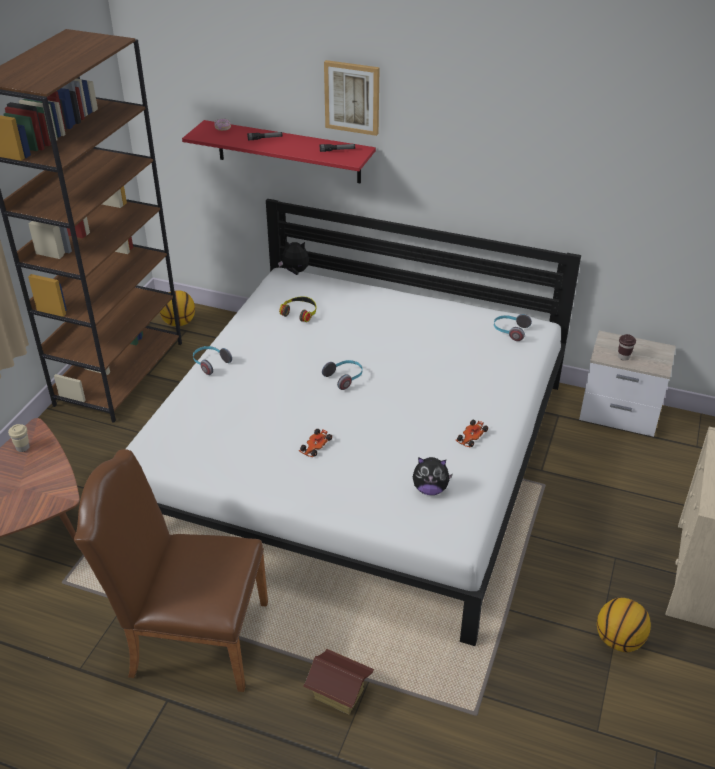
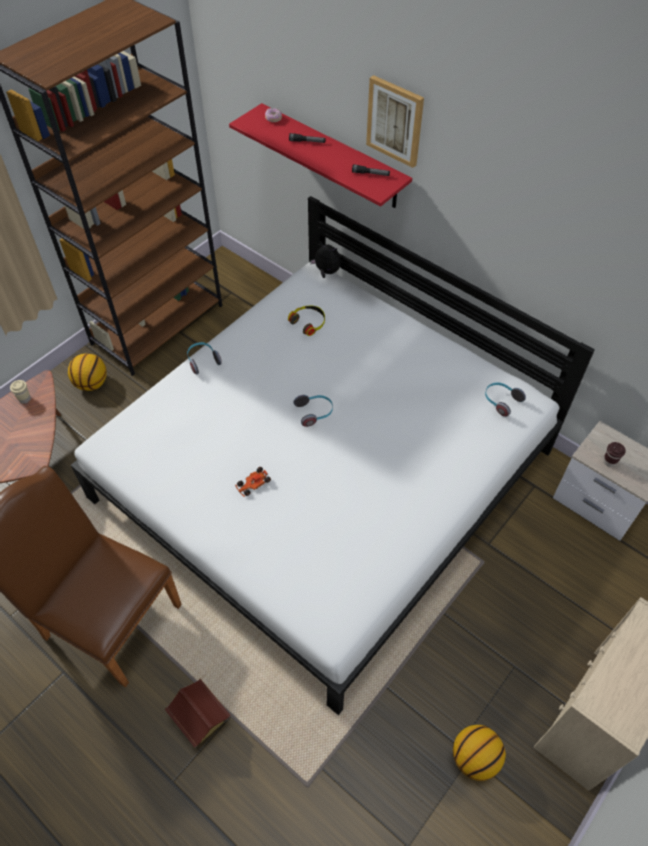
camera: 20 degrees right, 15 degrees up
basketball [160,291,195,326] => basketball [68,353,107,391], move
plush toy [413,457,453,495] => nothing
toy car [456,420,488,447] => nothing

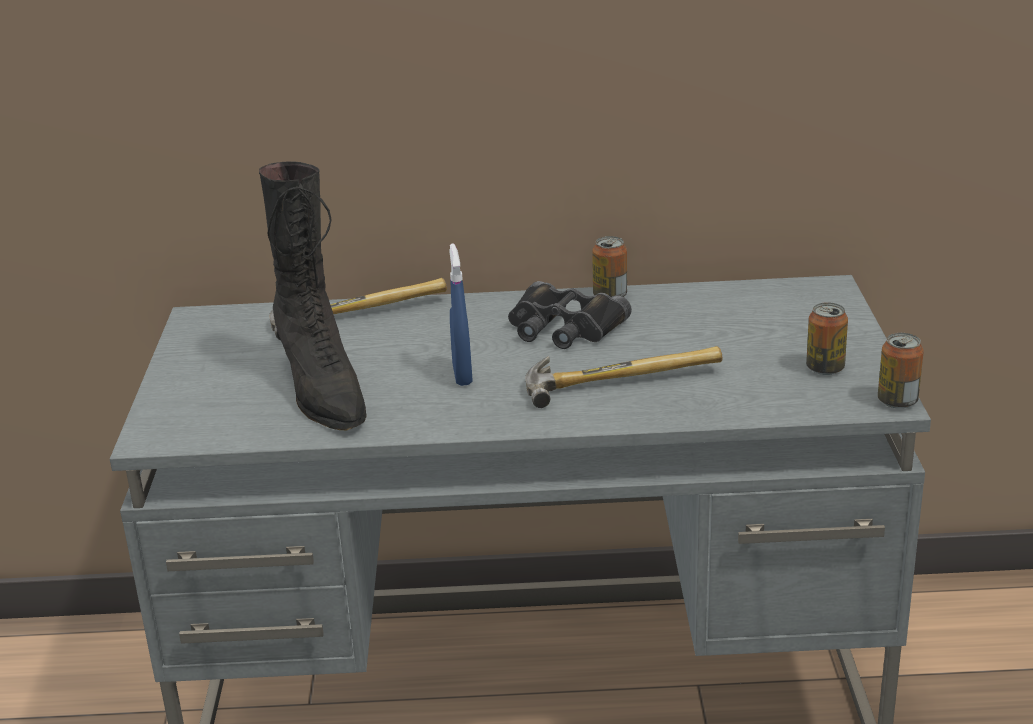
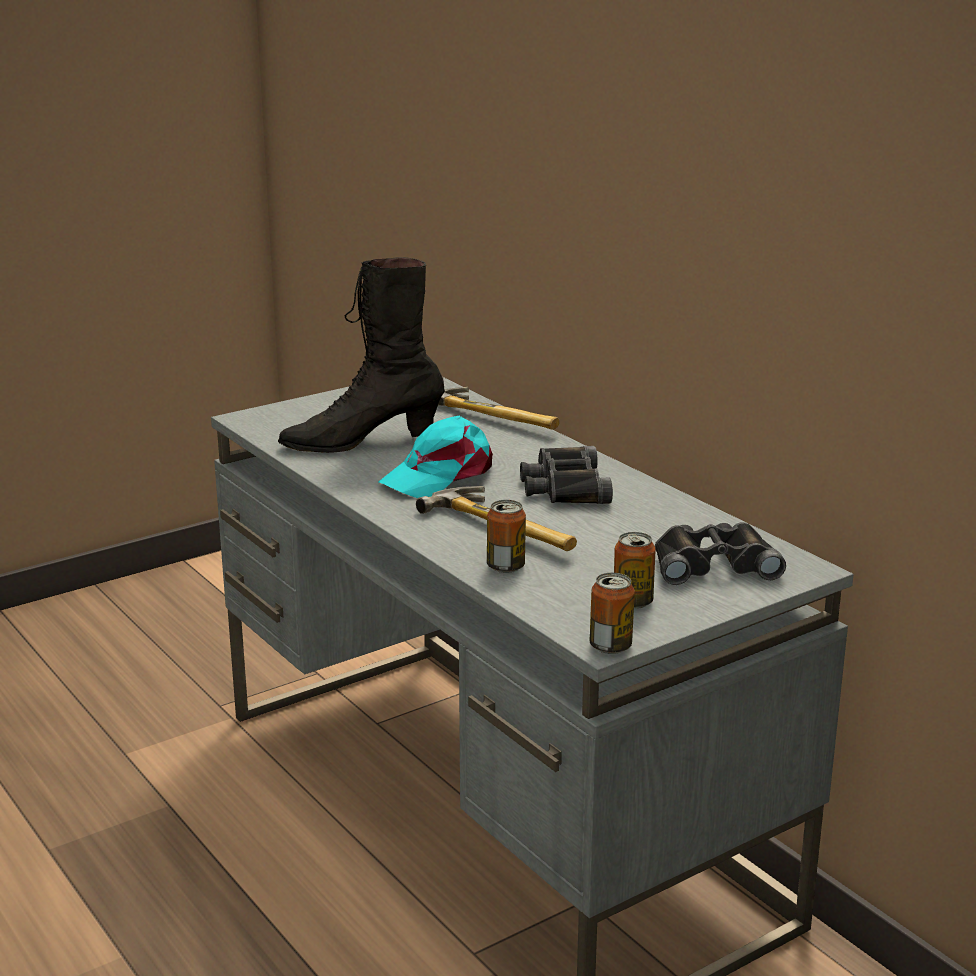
camera: 55 degrees right, 5 degrees down
black boot [259,161,366,430] => black boot [278,257,445,453], 45 degrees clockwise
blue spray bottle [449,243,473,386] => turquoise cap [378,416,493,498]
can [592,236,627,297] => can [487,500,526,573], move
nothing => black binoculars [655,522,786,585]

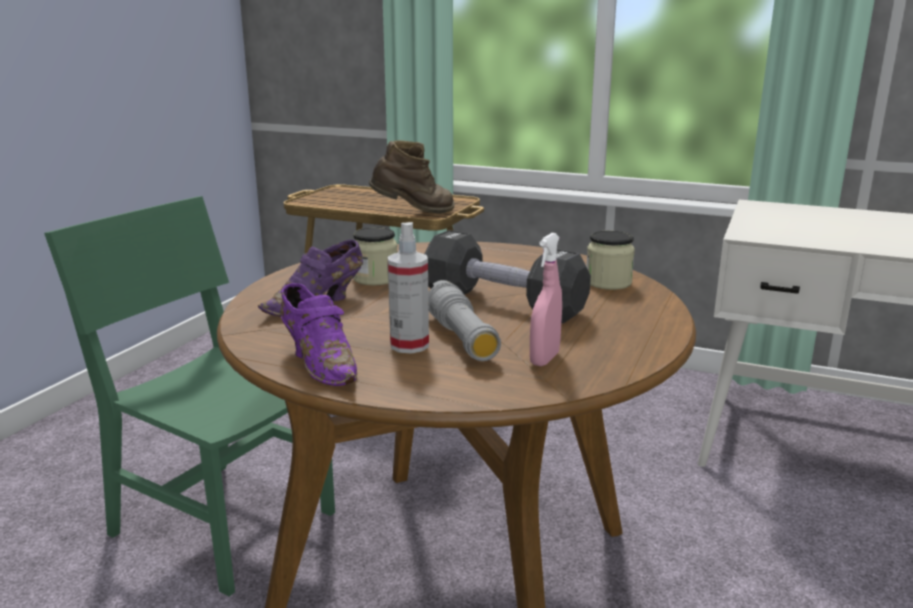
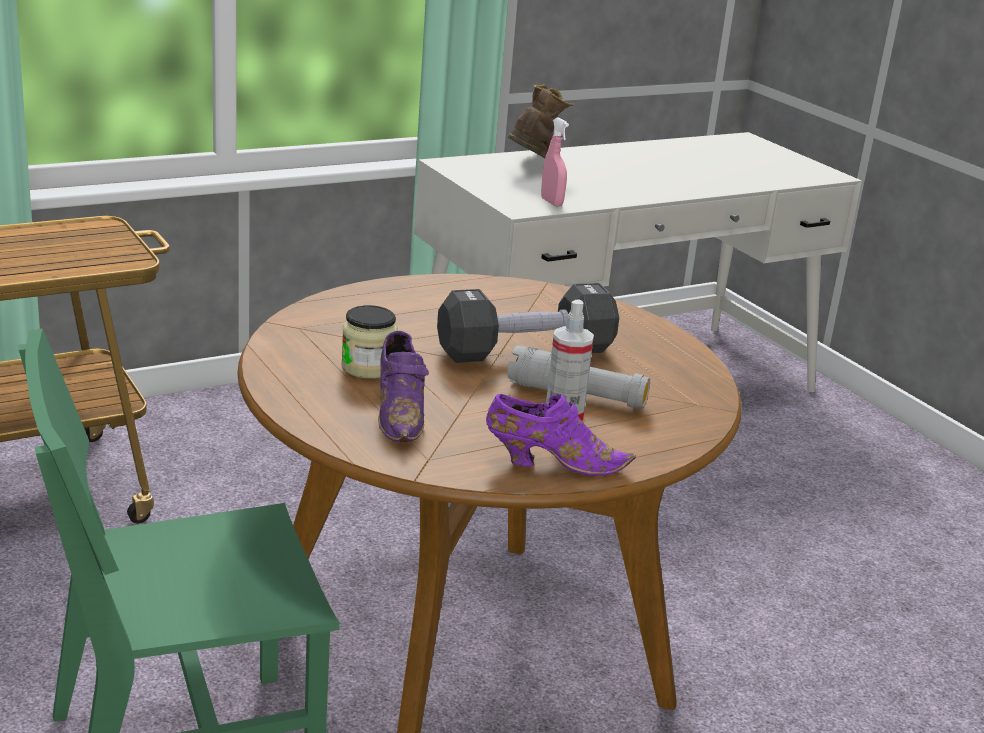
camera: 55 degrees left, 5 degrees up
brown boot [369,140,455,213] => brown boot [507,84,574,158], move
pink spray bottle [530,233,562,366] => pink spray bottle [541,118,569,206], move
jar [587,231,635,290] => nothing

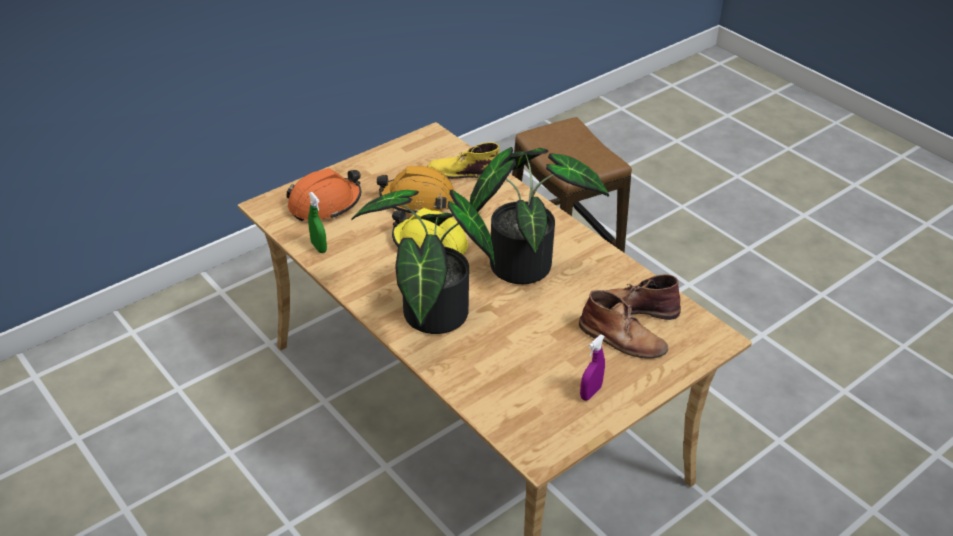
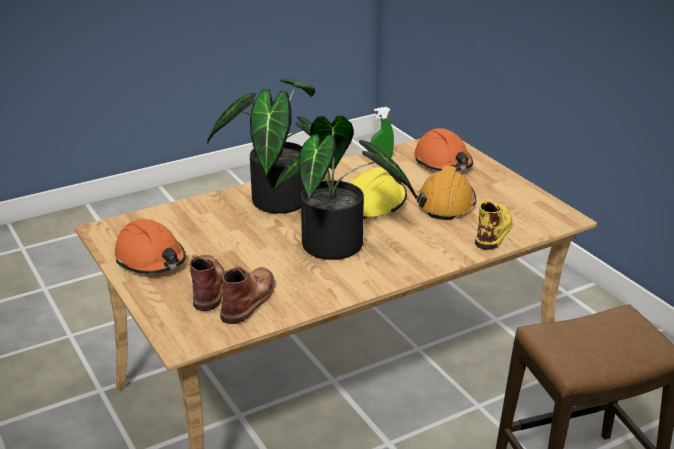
camera: 100 degrees right, 10 degrees down
brown boot [579,290,668,358] => brown boot [189,255,225,311], 135 degrees clockwise
purple spray bottle [580,334,605,401] => orange hard hat [114,219,186,274]

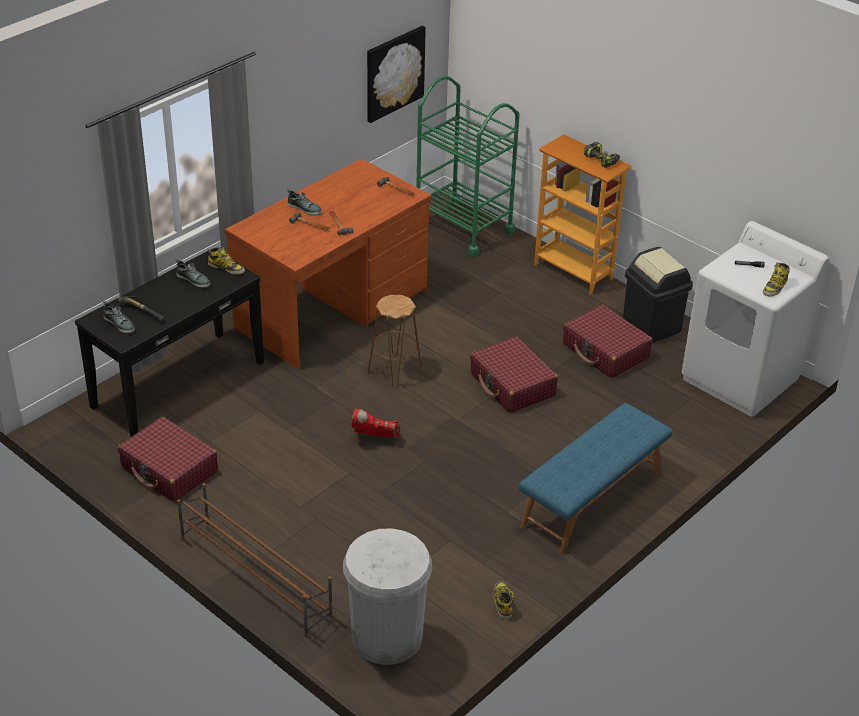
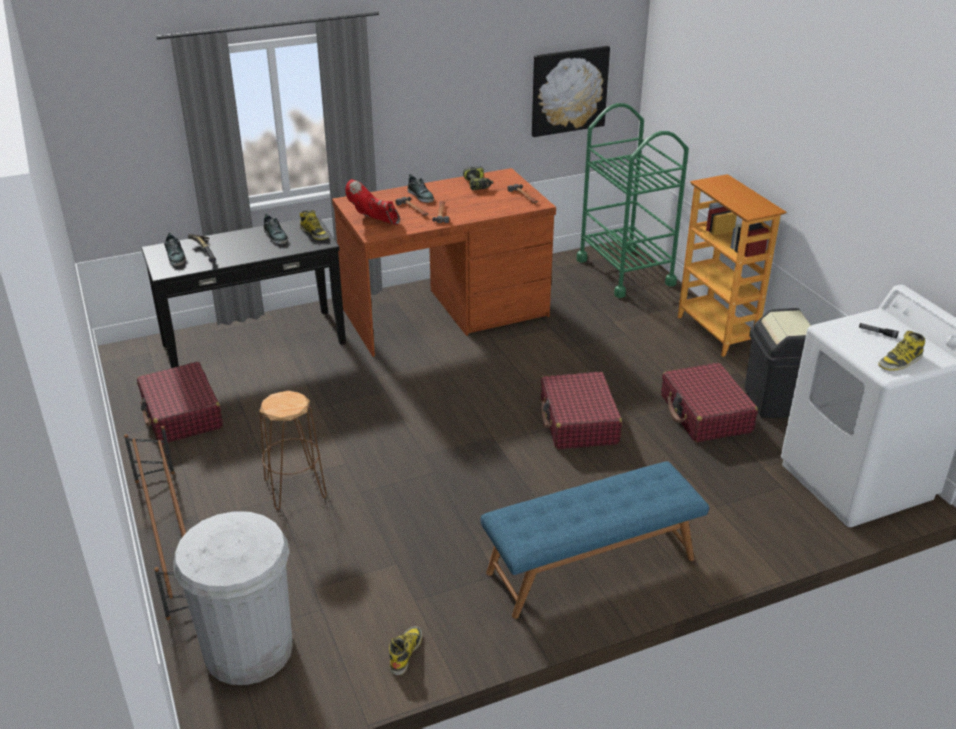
camera: 25 degrees right, 5 degrees down
red boot [351,408,400,438] => red boot [345,179,400,225], move
brown stool [368,295,422,389] => brown stool [259,391,327,510], move
power drill [584,142,620,168] => power drill [463,166,493,190], move

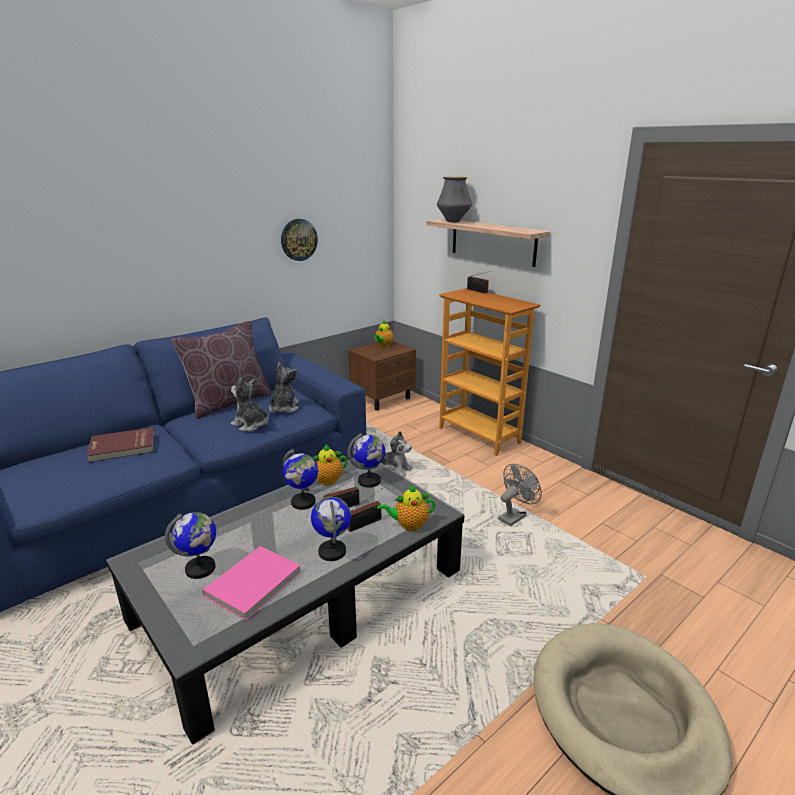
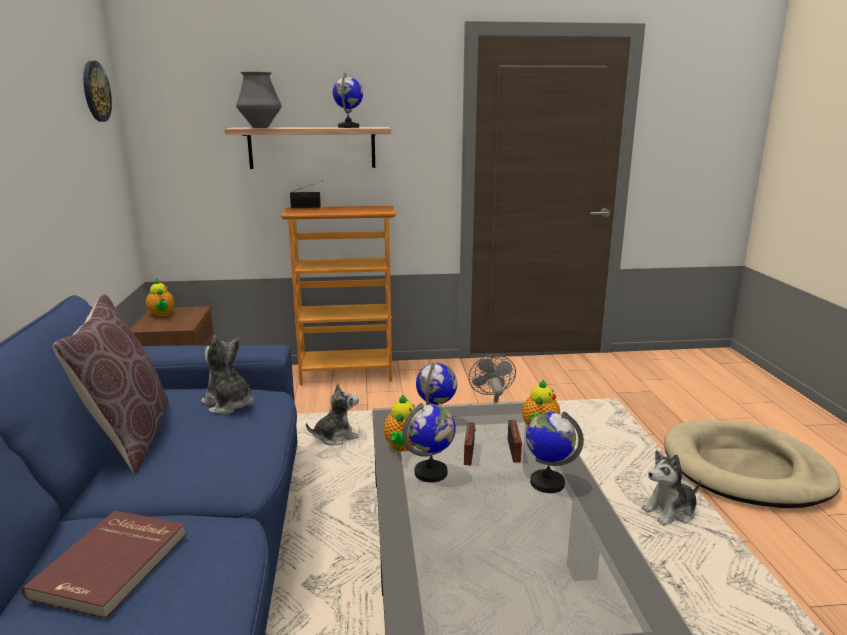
camera: 55 degrees left, 5 degrees down
globe [165,512,216,579] => globe [333,72,363,128], move
pink book [202,546,301,621] => nothing
plush toy [231,378,269,431] => plush toy [641,450,701,526], move
wall clock [281,219,318,261] => wall clock [83,61,112,122], move

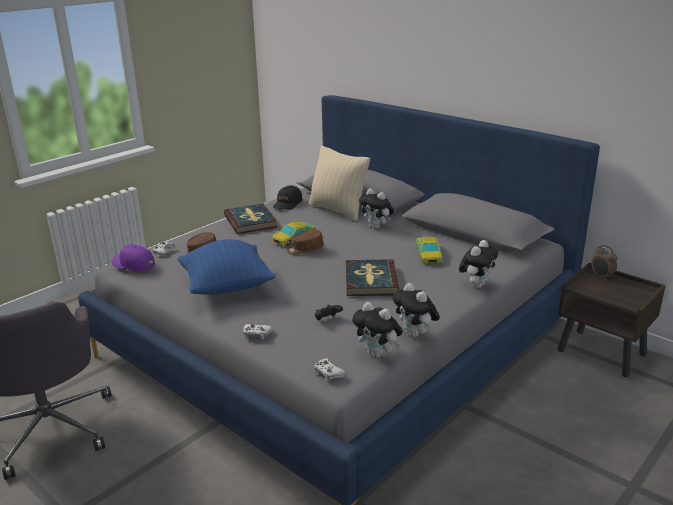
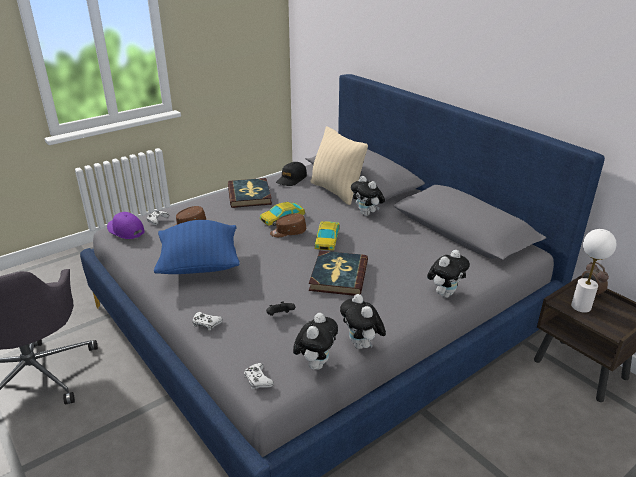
camera: 10 degrees right, 5 degrees up
plush toy [352,302,403,358] => plush toy [293,313,338,370], 120 degrees counterclockwise
toy car [416,237,443,263] => toy car [315,221,339,250], move
nothing => white table lamp [571,229,617,313]

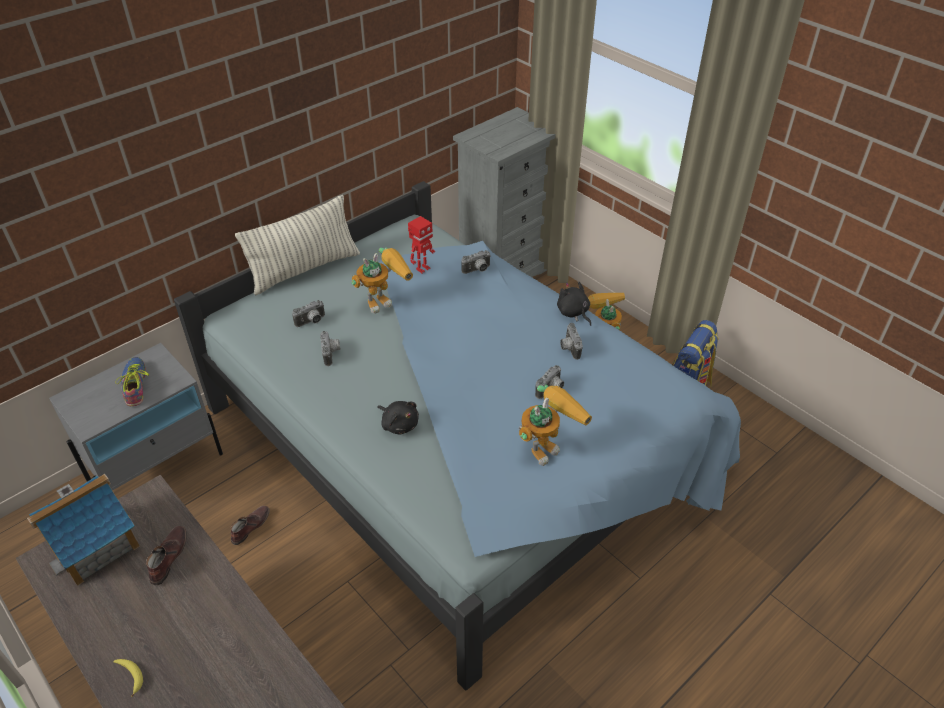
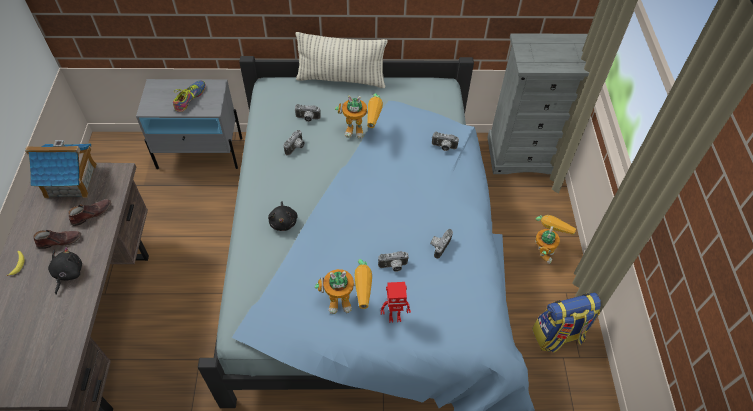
camera: 40 degrees right, 10 degrees up
brown shoe [231,506,270,545] => brown shoe [33,230,81,249], move
toy robot [408,216,435,274] => toy robot [381,282,411,323], move
black plush toy [557,281,591,326] => black plush toy [48,247,82,295], move

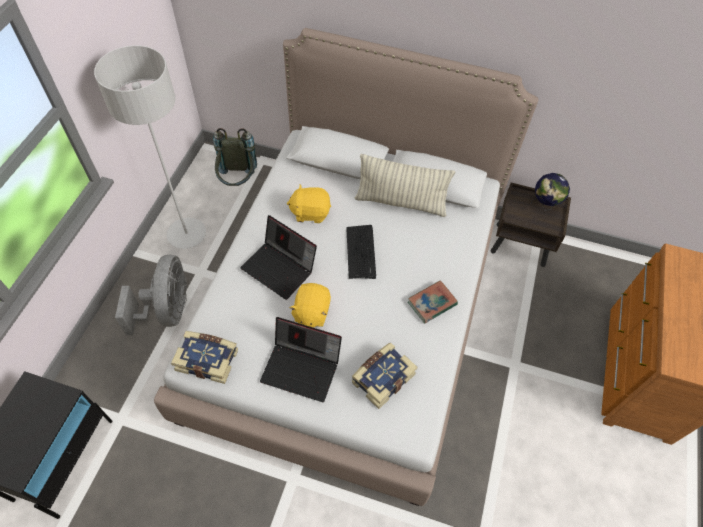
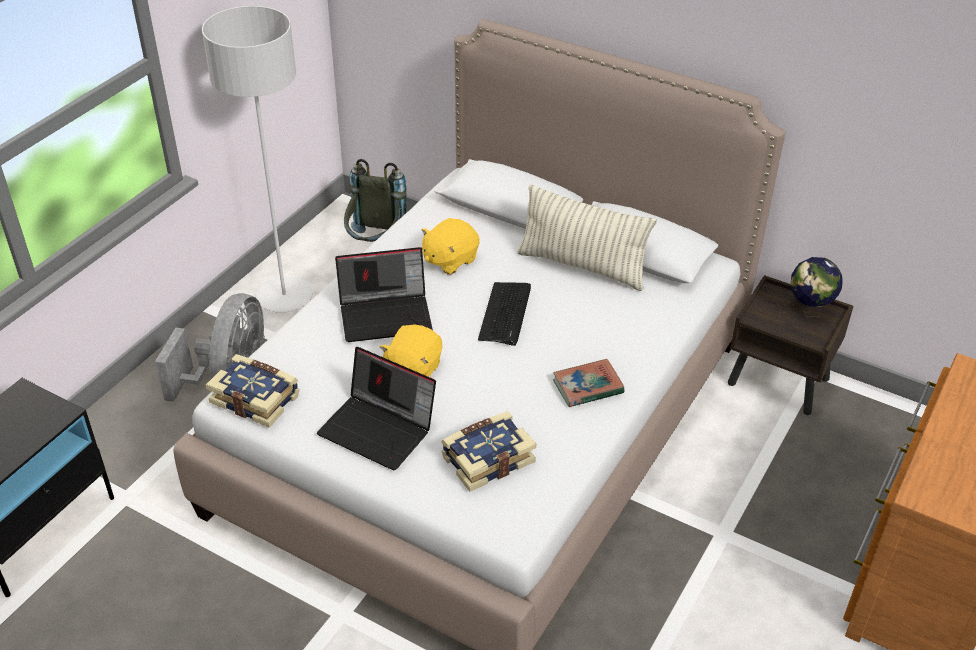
camera: 15 degrees right, 15 degrees down
laptop [240,215,317,300] => laptop [335,247,433,342], 60 degrees counterclockwise
yellow plush toy [287,184,331,223] => yellow plush toy [421,218,480,275], 60 degrees counterclockwise

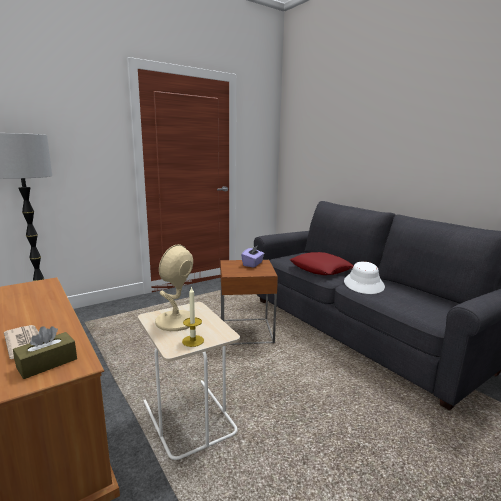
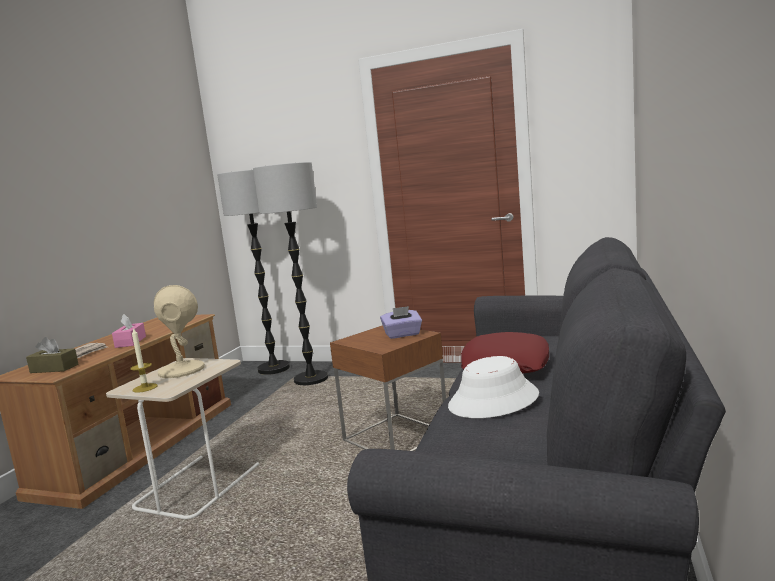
camera: 55 degrees right, 5 degrees down
nothing => pink tissue box [112,314,146,348]
nothing => floor lamp [253,162,328,385]

